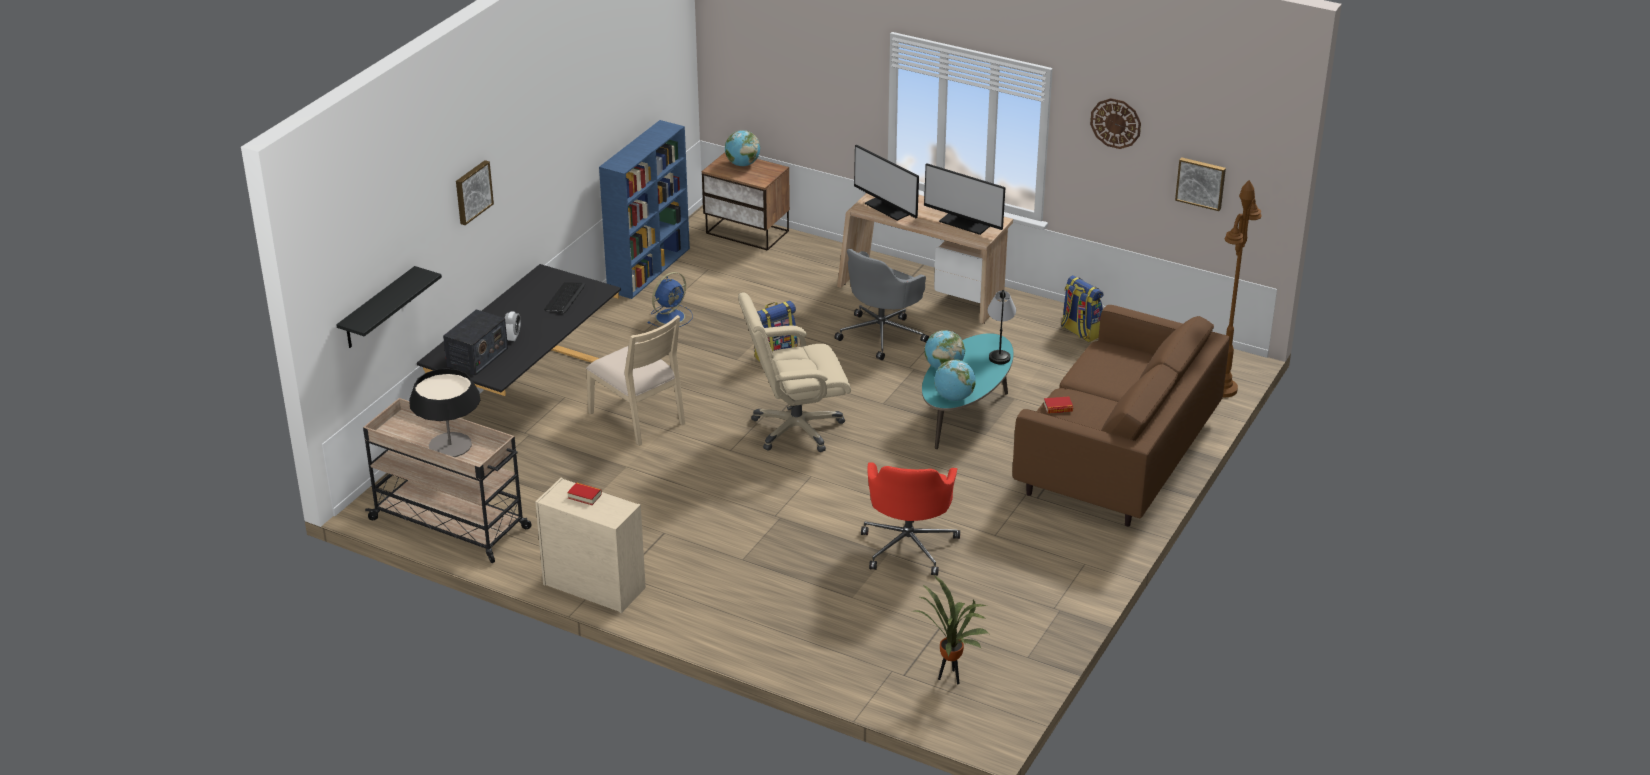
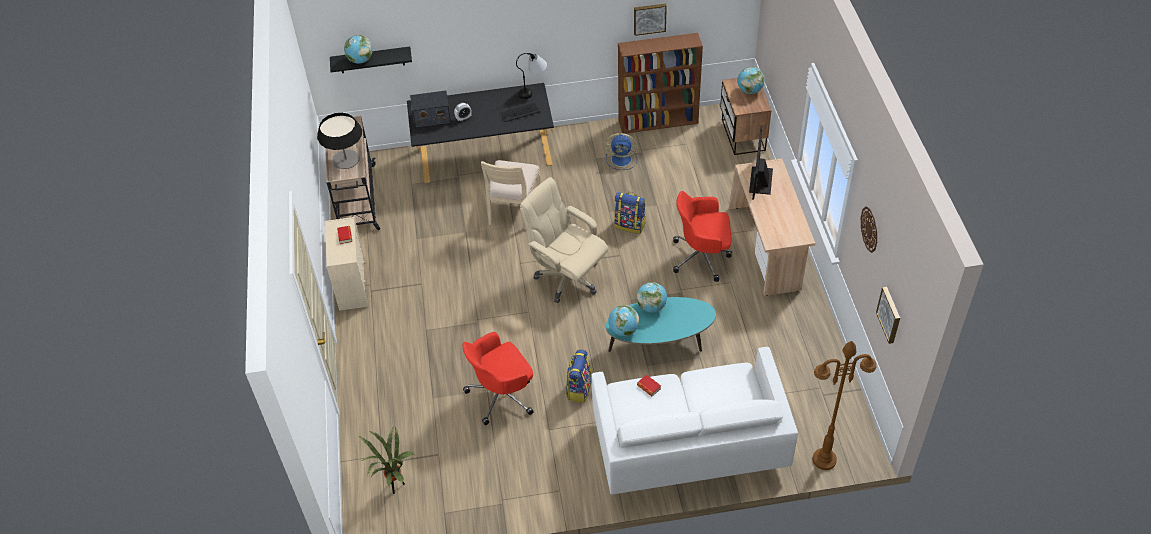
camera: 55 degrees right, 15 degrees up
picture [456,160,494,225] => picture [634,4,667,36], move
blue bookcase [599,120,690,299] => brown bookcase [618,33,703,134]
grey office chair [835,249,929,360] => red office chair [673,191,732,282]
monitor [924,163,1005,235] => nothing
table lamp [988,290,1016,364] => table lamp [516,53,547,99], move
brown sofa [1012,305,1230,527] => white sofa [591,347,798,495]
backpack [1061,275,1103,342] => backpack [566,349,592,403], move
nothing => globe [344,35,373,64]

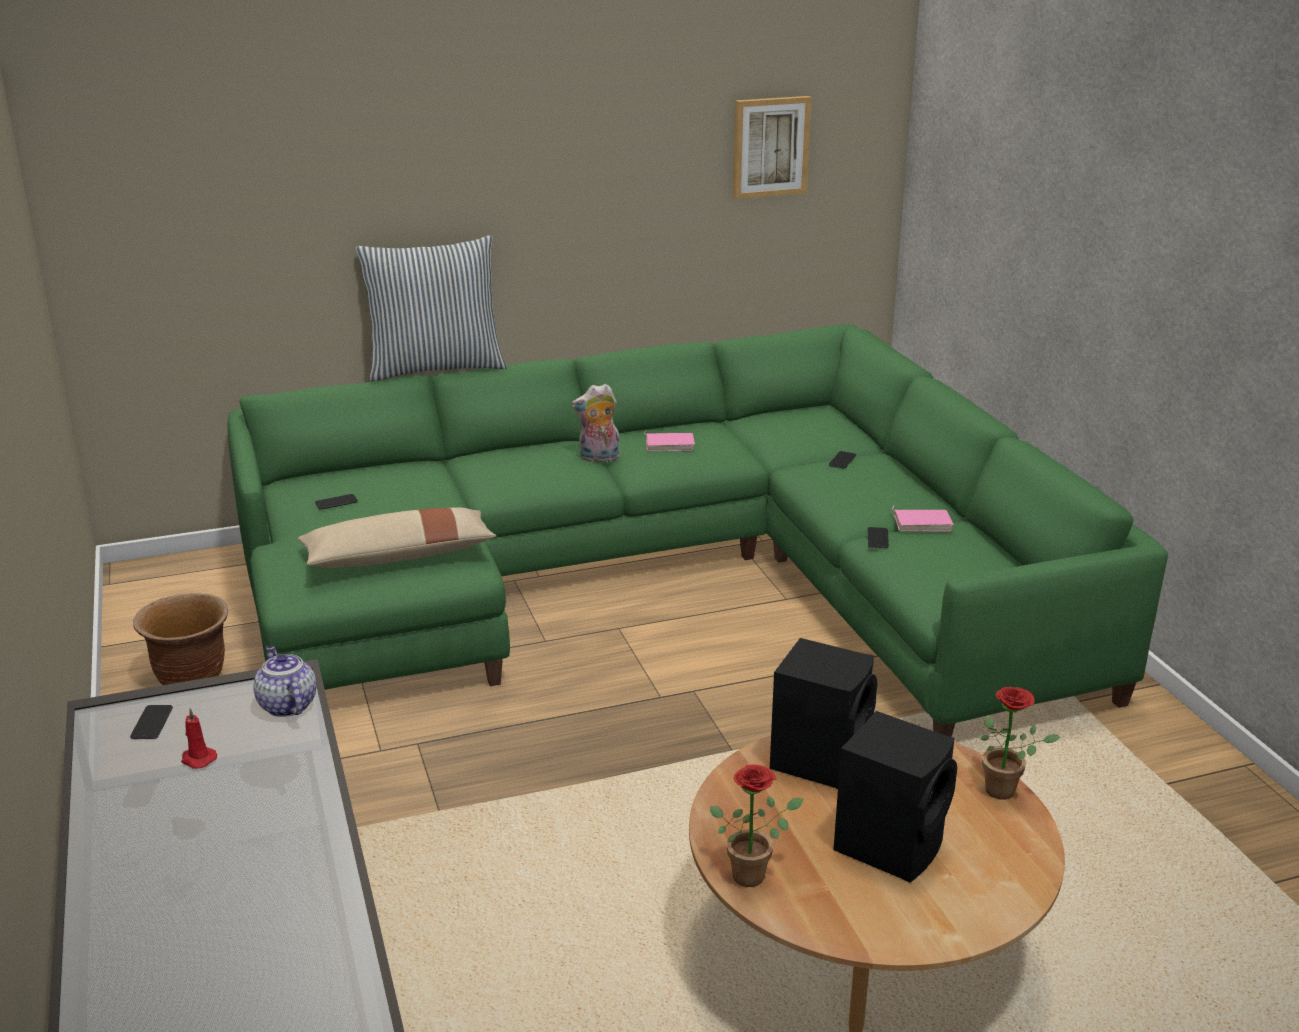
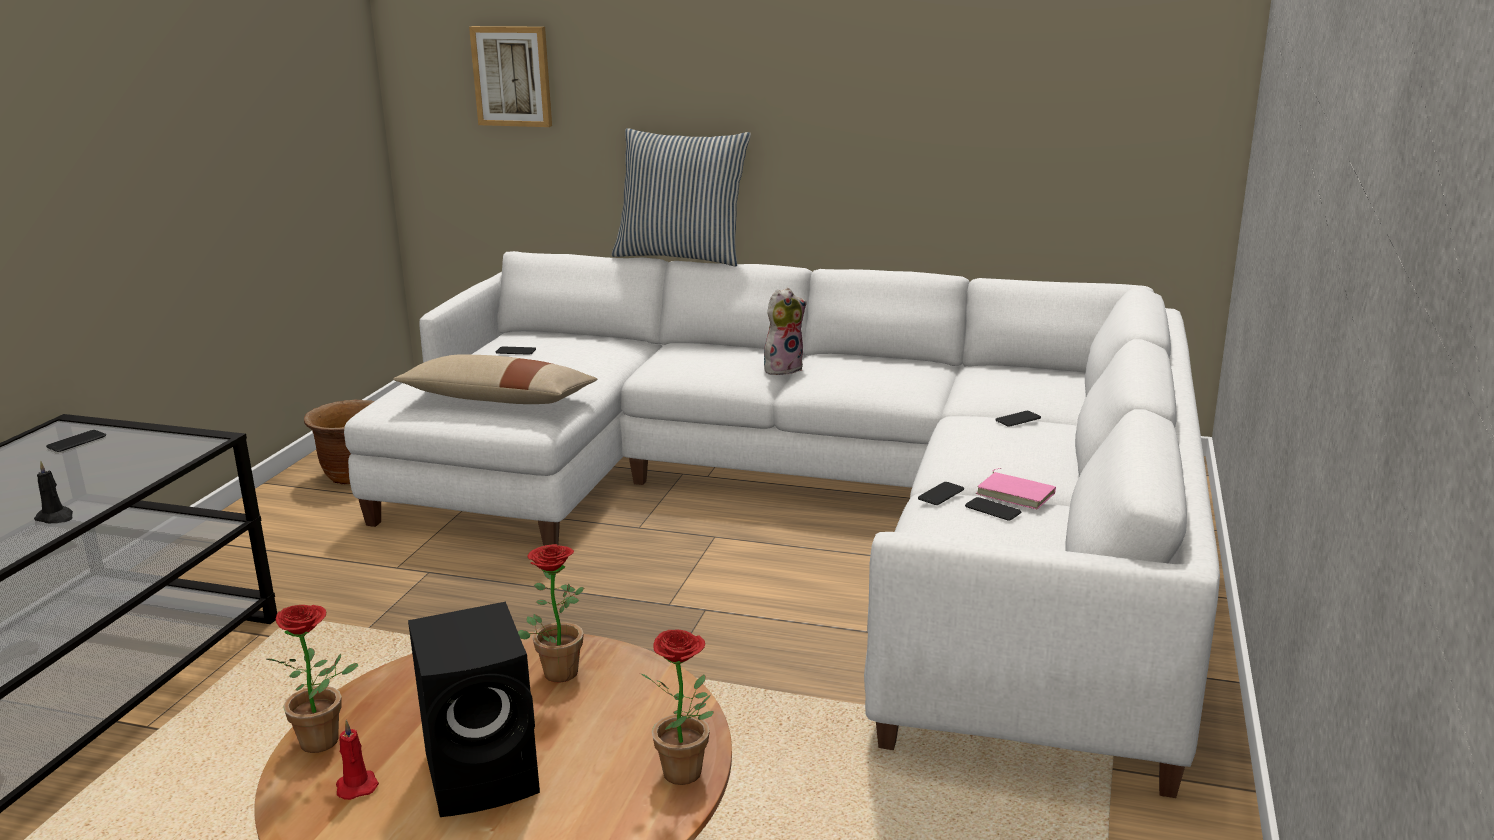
camera: 35 degrees right, 5 degrees down
red candle [181,708,217,768] => red candle [336,720,379,800], move
green sofa [227,324,1168,737] => white sofa [344,251,1220,798]
teapot [253,646,317,717] => nothing
plush toy [571,384,620,463] => plush toy [764,288,807,375], 120 degrees clockwise
pink book [644,430,695,451] => nothing
picture [733,96,812,199] => picture [469,26,552,127], move
black speaker [770,638,877,789] => potted plant [518,544,584,682]
nothing => black candle [34,461,73,523]
nothing => phone [965,497,1021,520]

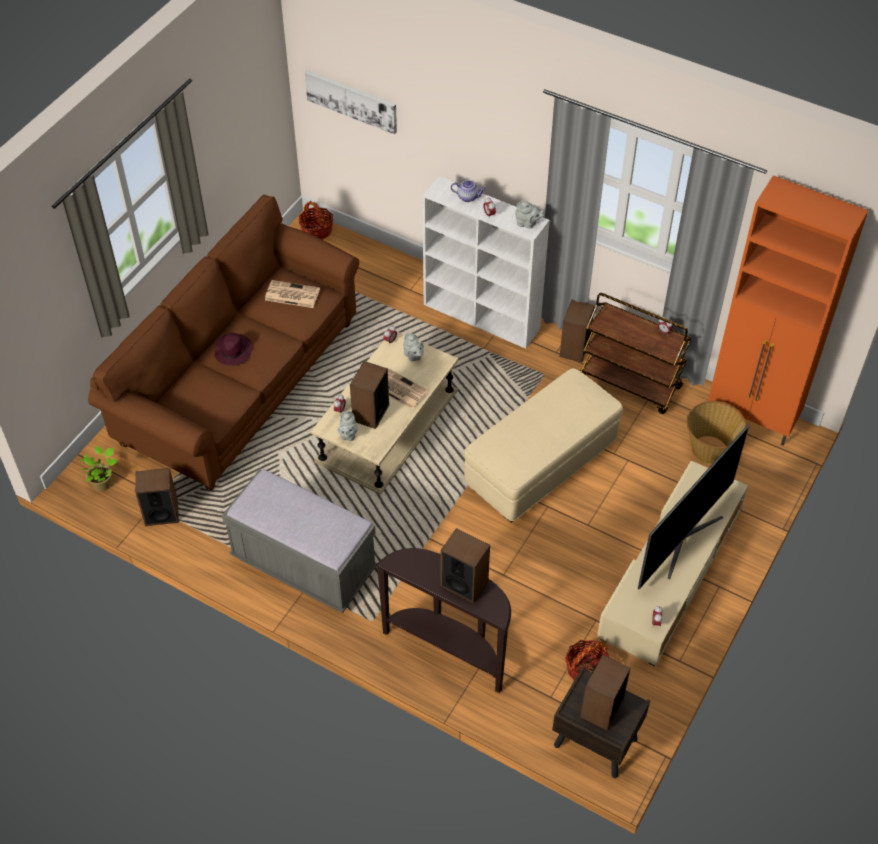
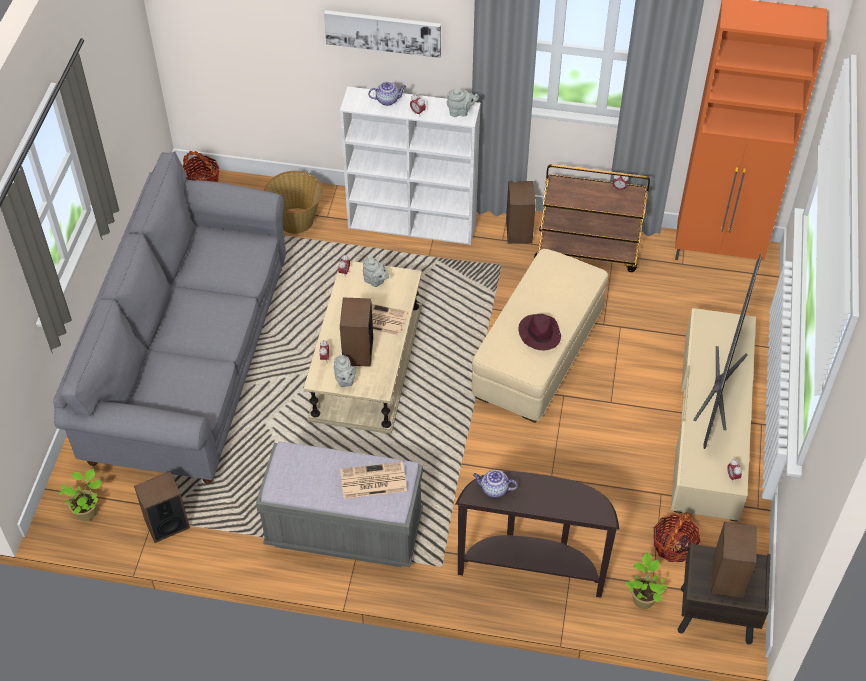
camera: 20 degrees left, 0 degrees up
brown sofa [88,195,359,490] => grey sofa [53,152,286,484]
purple hat [215,333,252,366] => purple hat [518,314,561,350], move
newspaper [265,280,320,308] => newspaper [340,462,407,499], move
picture [305,70,397,134] => picture [324,10,441,58], move
speaker [441,528,490,603] => nothing
basket [686,401,747,464] => basket [264,171,323,234], move
nothing => teapot [473,470,518,498]
nothing => potted plant [625,552,667,609]

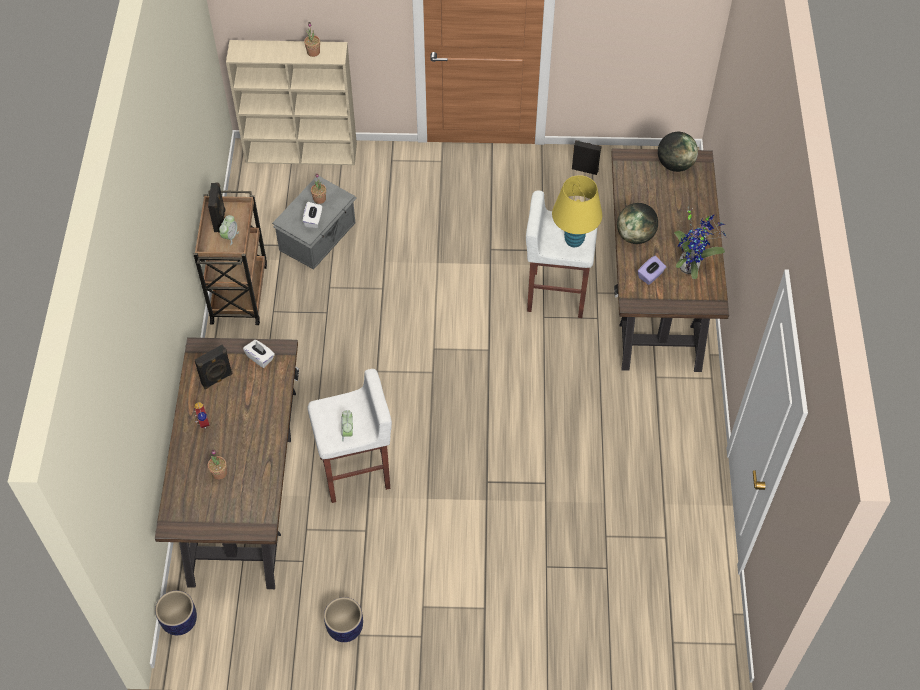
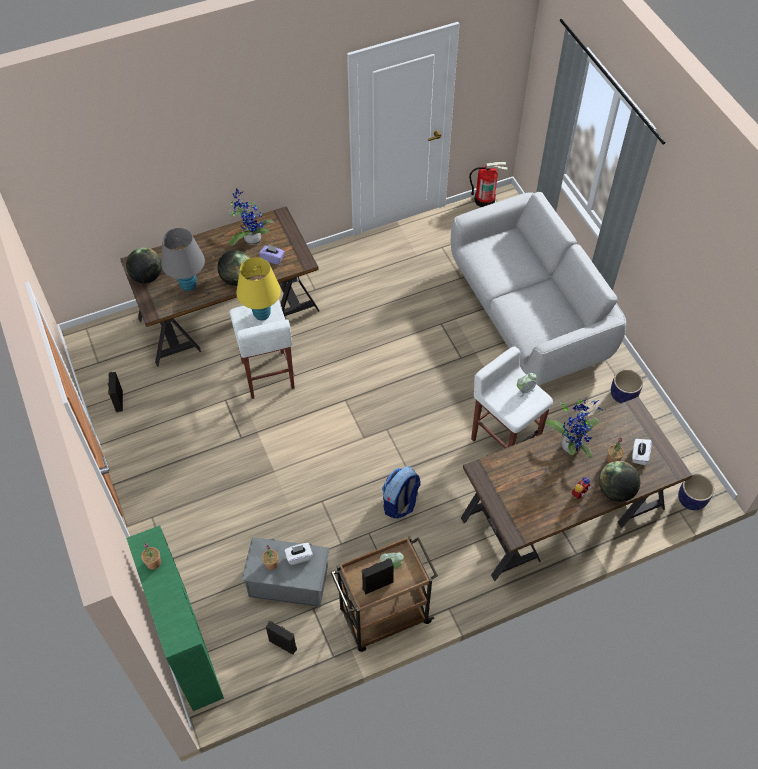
camera: 115 degrees left, 0 degrees up
black speaker [195,345,233,389] => black speaker [266,621,297,655], move
beige bookcase [226,40,357,165] => green bookcase [126,526,224,711]
white tissue box [243,340,275,368] => white tissue box [632,439,652,465], move
nothing => grey table lamp [161,228,205,291]
nothing => backpack [382,466,420,519]
nothing => grey sofa [451,192,626,386]
nothing => fire extinguisher [469,162,508,207]
nothing => potted plant [545,397,603,458]
nothing => globe [599,461,640,502]

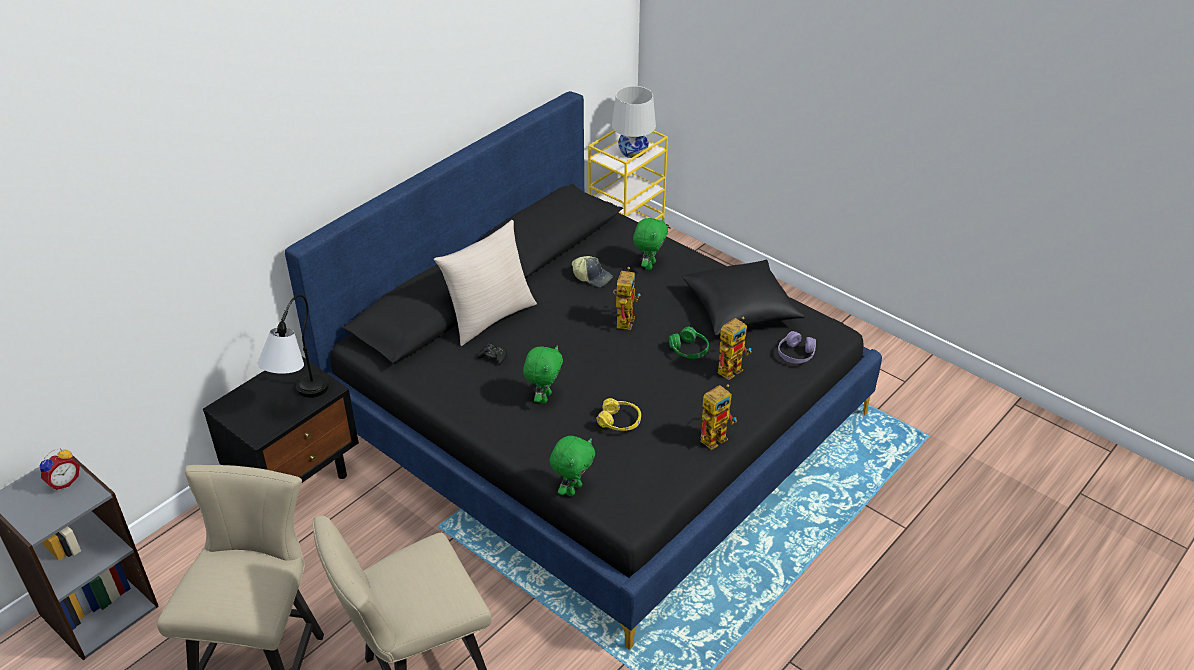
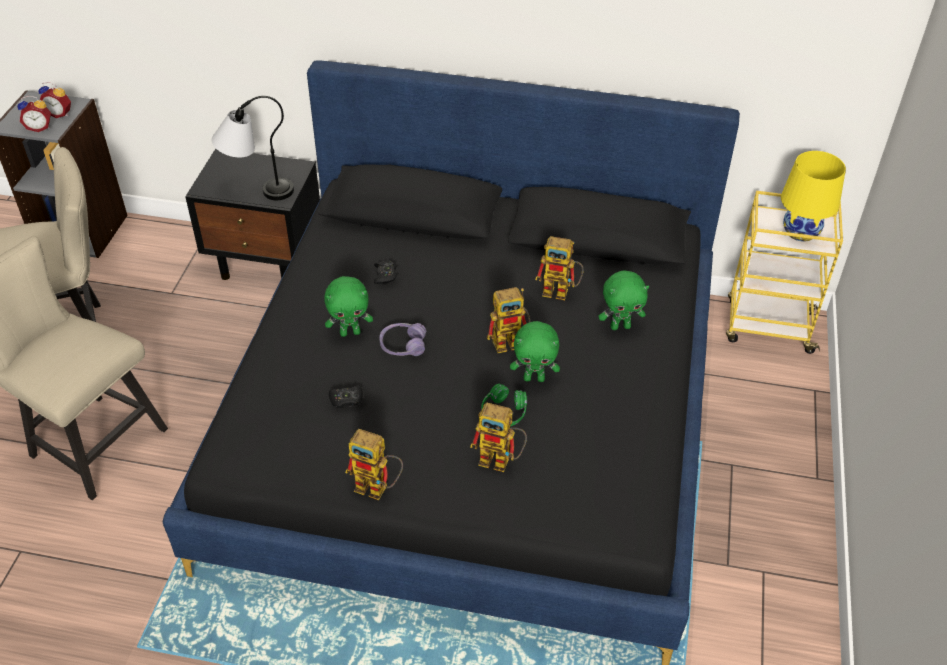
camera: 60 degrees right, 5 degrees up
beige pillow [434,220,537,346] => nothing
green plush toy [549,436,595,496] => green plush toy [510,321,560,382], move
cap [572,256,613,287] => toy robot [535,236,584,300]
yellow headphones [597,398,641,431] => black game controller [329,385,363,408]
white table lamp [612,86,656,158] => yellow table lamp [781,151,846,242]
black pillow [682,260,805,336] => nothing
purple headphones [778,331,816,364] => purple headphones [379,323,426,356], move
nothing => alarm clock [17,96,51,132]

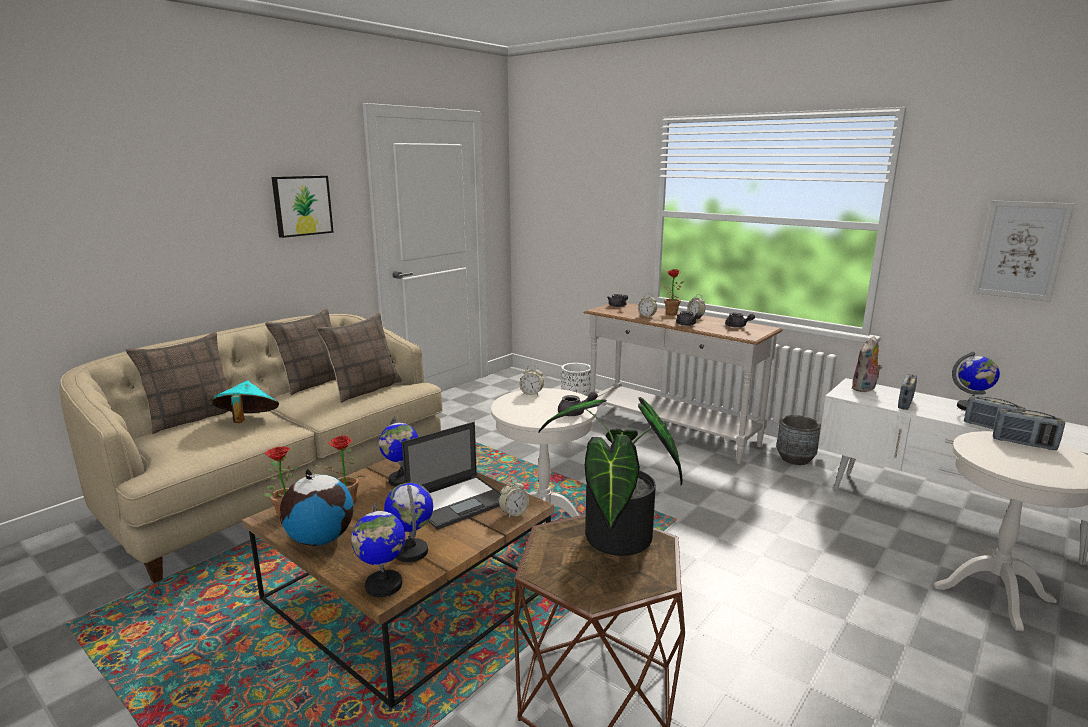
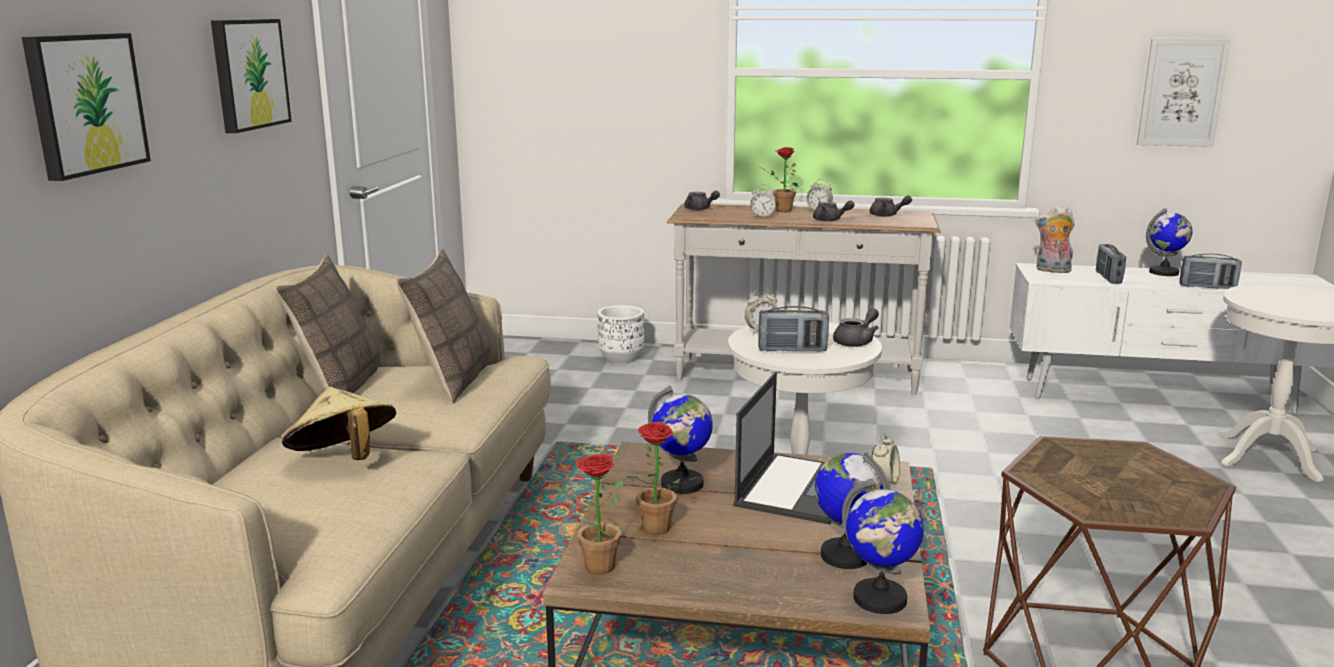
camera: 30 degrees left, 0 degrees up
pillow [125,332,229,434] => nothing
turquoise hat [211,381,279,423] => beige hat [282,386,396,460]
globe [280,469,354,546] => nothing
potted plant [538,397,683,556] => nothing
grey planter [777,415,821,465] => nothing
plush toy [851,336,882,392] => plush toy [1035,206,1075,273], 90 degrees clockwise
radio [993,409,1065,450] => radio [758,306,829,352], move
nothing => picture [22,33,151,181]

